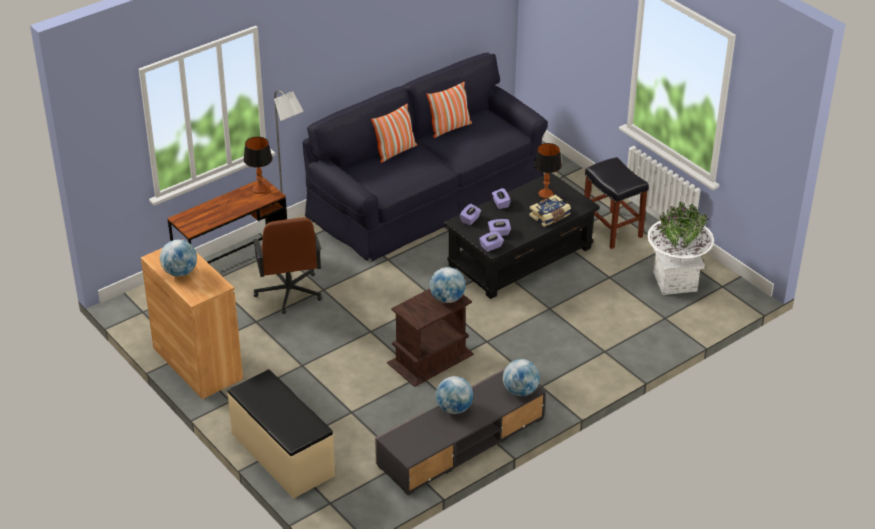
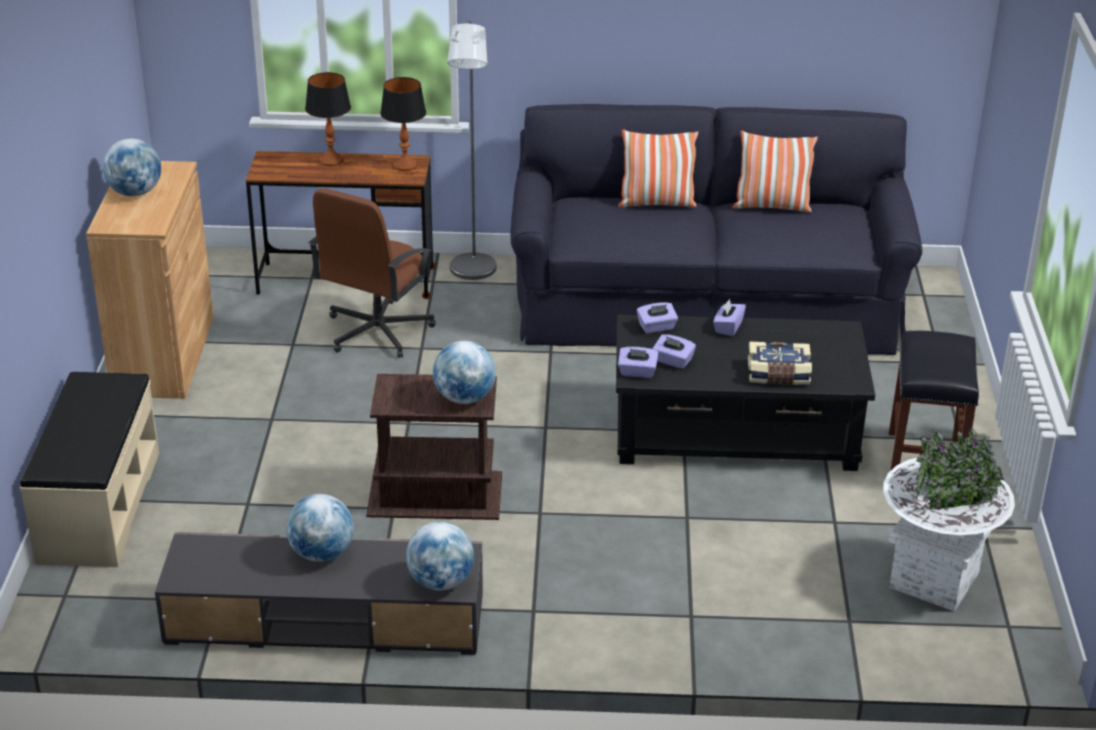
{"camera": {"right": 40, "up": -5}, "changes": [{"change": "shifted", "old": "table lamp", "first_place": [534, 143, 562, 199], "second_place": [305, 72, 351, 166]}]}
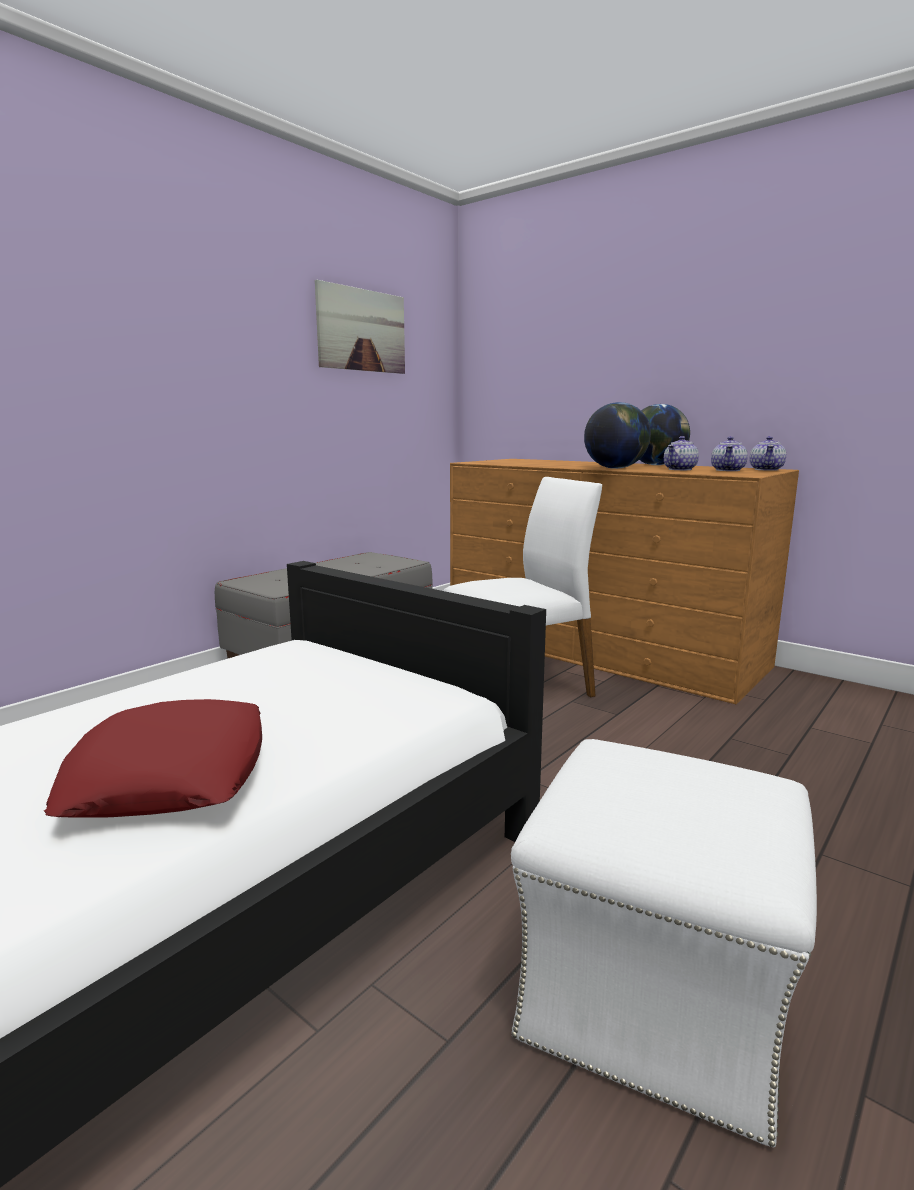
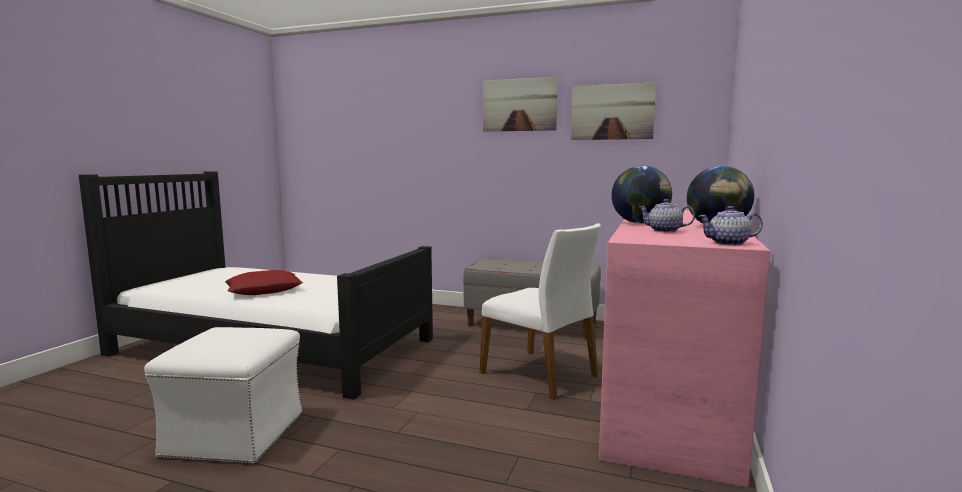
{"camera": {"right": 70, "up": -5}, "changes": [{"change": "gone", "old": "teapot", "first_place": [711, 436, 748, 471]}, {"change": "new", "new": "picture", "second_place": [483, 77, 558, 132]}, {"change": "repainted", "old": "brown dresser", "new": "pink dresser", "first_place": [450, 459, 799, 704], "second_place": [599, 210, 770, 488]}]}
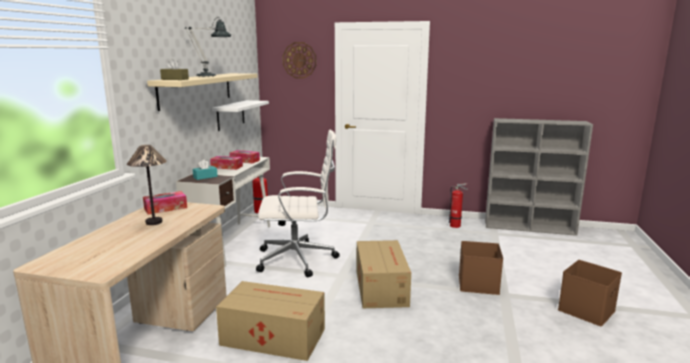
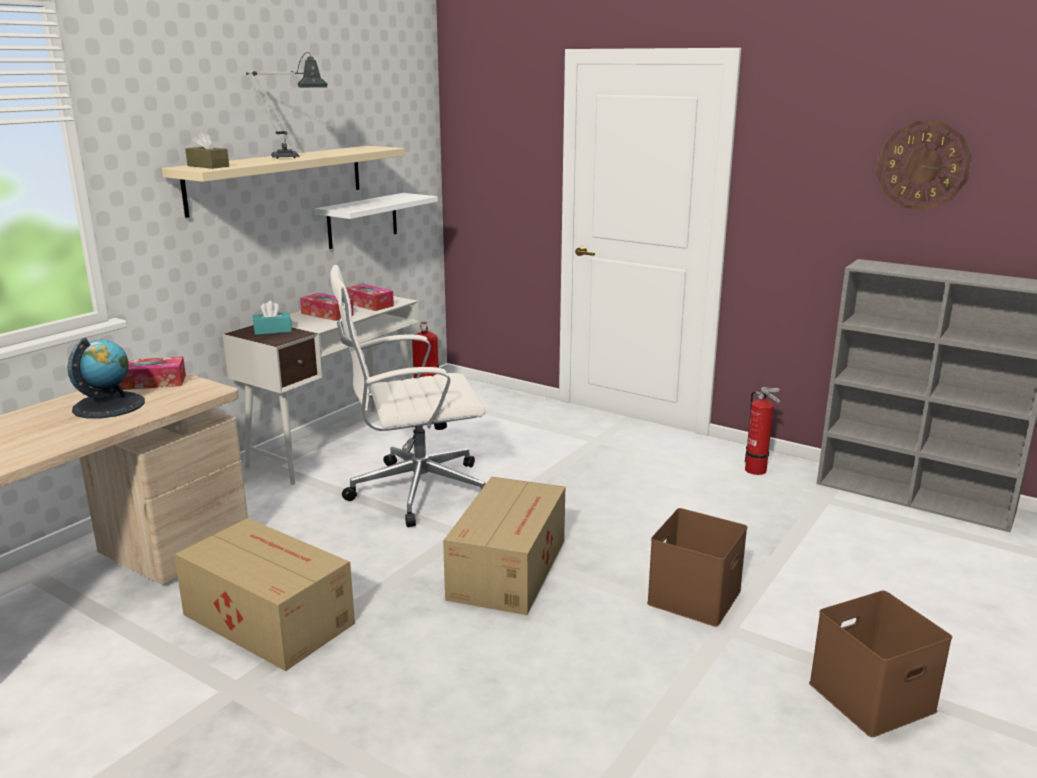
{"camera": {"right": 20, "up": 5}, "changes": [{"change": "shifted", "old": "wall clock", "first_place": [283, 42, 316, 78], "second_place": [876, 121, 972, 210]}, {"change": "swapped", "old": "table lamp", "new": "globe", "first_place": [127, 145, 167, 225], "second_place": [67, 338, 145, 419]}, {"change": "rotated", "old": "white office chair", "first_place": [256, 130, 340, 277], "second_place": [330, 265, 486, 527], "degrees": 150}]}
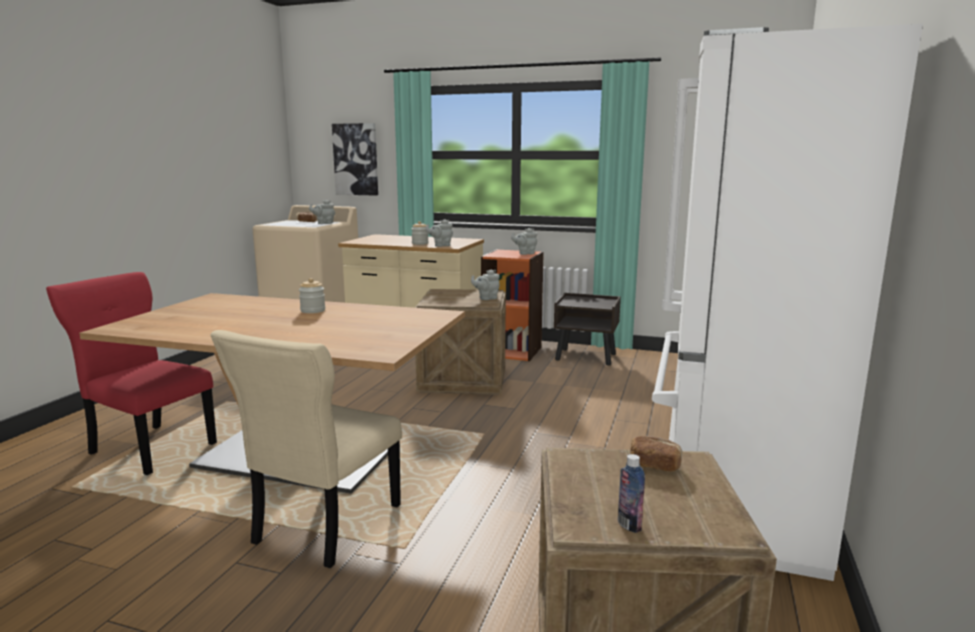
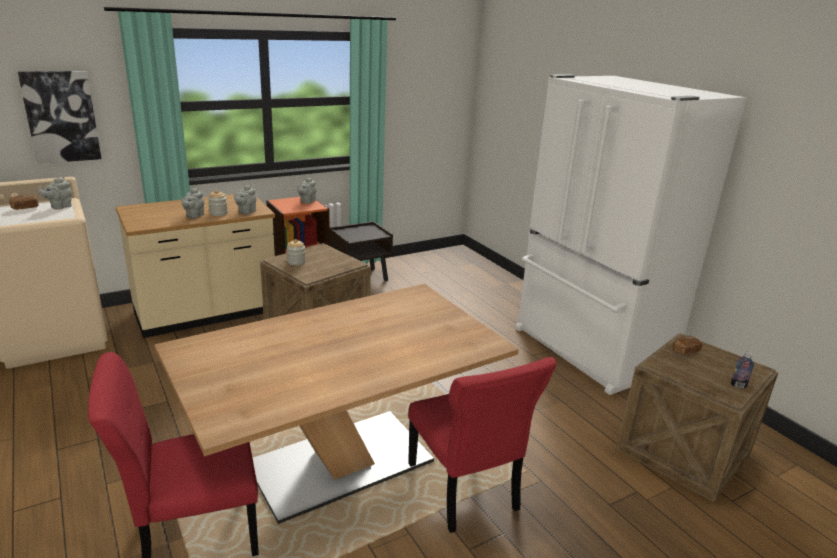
{"camera": {"right": -50, "up": 10}, "changes": [{"change": "shifted", "old": "jar", "first_place": [299, 278, 325, 313], "second_place": [287, 239, 305, 265]}, {"change": "shifted", "old": "grey teapot", "first_place": [471, 270, 500, 300], "second_place": [181, 188, 204, 218]}, {"change": "repainted", "old": "beige chair", "new": "red chair", "first_place": [211, 330, 402, 568], "second_place": [408, 357, 557, 533]}]}
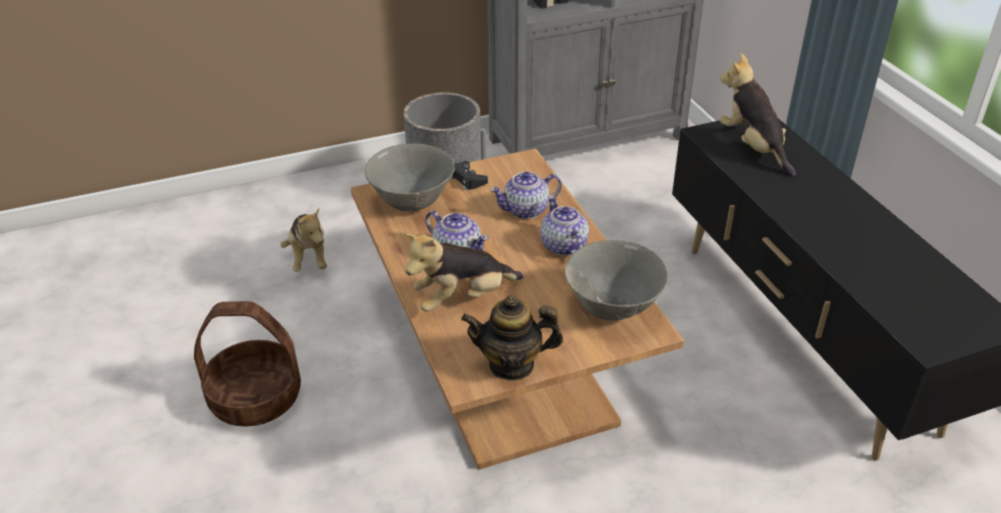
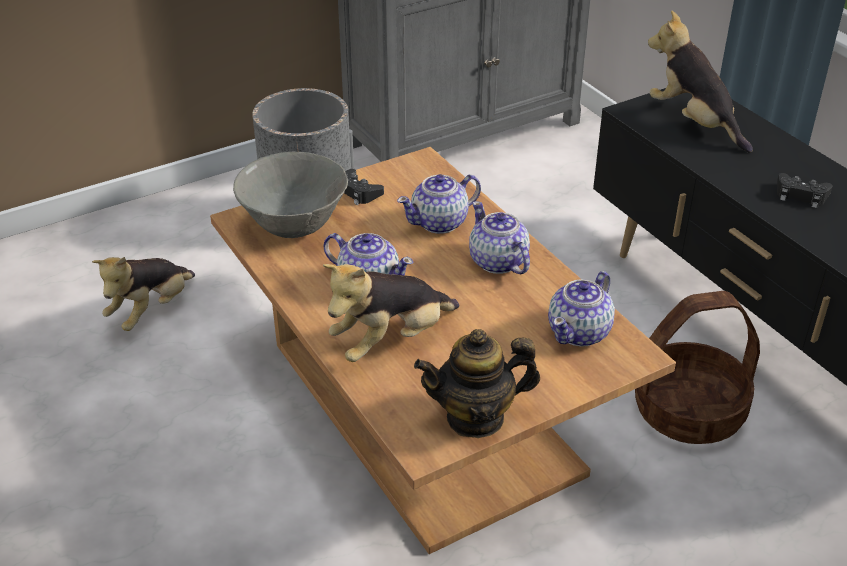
{"camera": {"right": -10, "up": 0}, "changes": [{"change": "new", "new": "black game controller", "second_place": [777, 173, 833, 208]}, {"change": "shifted", "old": "basket", "first_place": [194, 301, 301, 426], "second_place": [635, 291, 760, 444]}, {"change": "swapped", "old": "grey bowl", "new": "teapot", "first_place": [565, 240, 668, 321], "second_place": [548, 271, 615, 347]}, {"change": "rotated", "old": "plush toy", "first_place": [280, 208, 327, 272], "second_place": [92, 257, 195, 331], "degrees": 60}]}
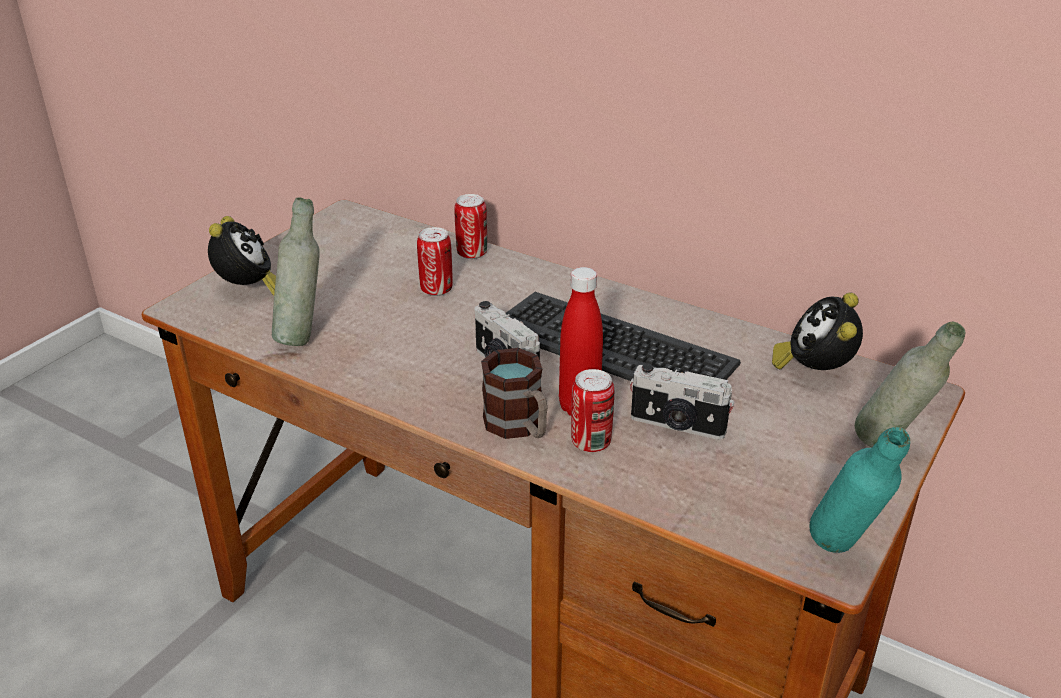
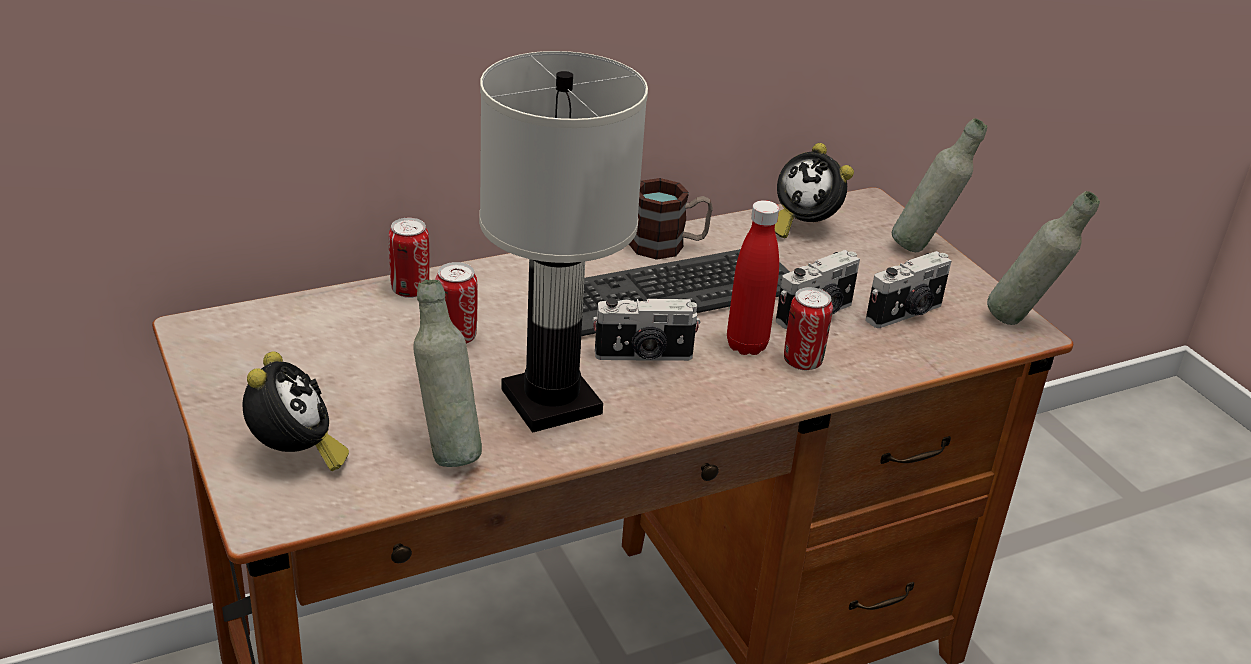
{"camera": {"right": -60, "up": 0}, "changes": [{"change": "new", "new": "white table lamp", "second_place": [479, 51, 648, 433]}, {"change": "new", "new": "photo camera", "second_place": [866, 251, 952, 328]}, {"change": "shifted", "old": "mug", "first_place": [481, 348, 548, 439], "second_place": [629, 178, 713, 260]}, {"change": "repainted", "old": "turquoise bottle", "new": "grey bottle", "first_place": [809, 427, 910, 553], "second_place": [987, 191, 1100, 325]}, {"change": "rotated", "old": "alarm clock", "first_place": [208, 216, 276, 296], "second_place": [242, 351, 349, 471], "degrees": 60}]}
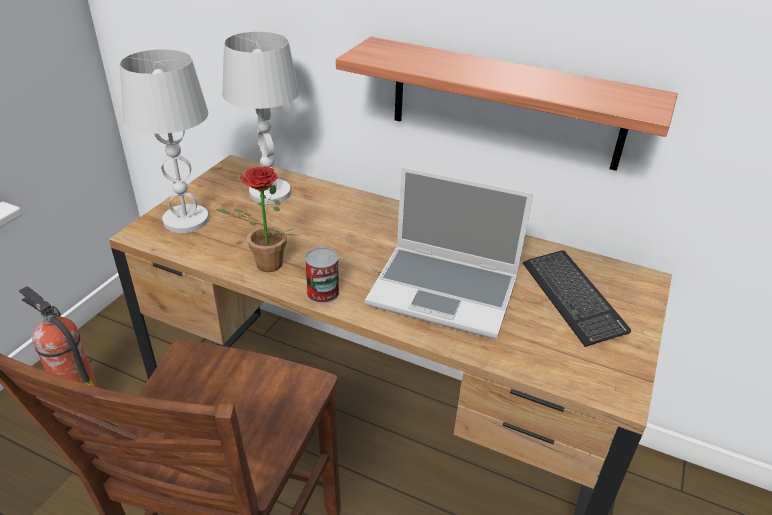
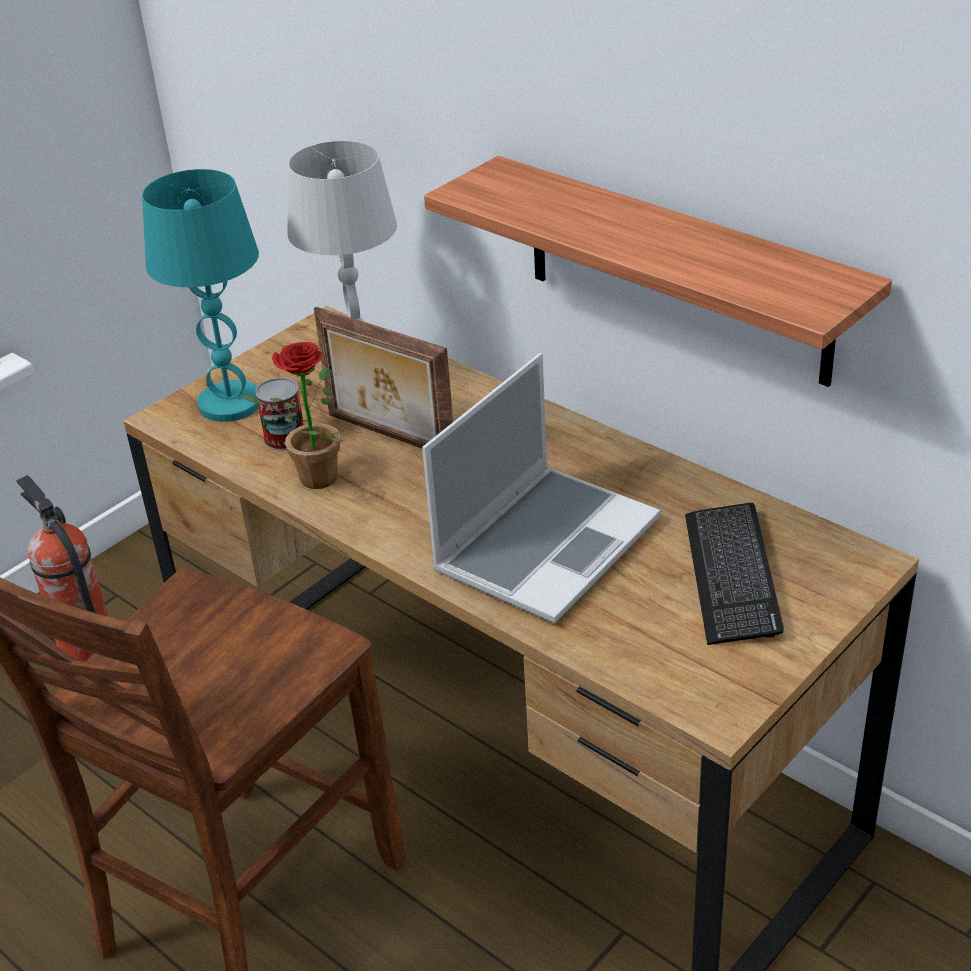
{"camera": {"right": 20, "up": 0}, "changes": [{"change": "new", "new": "picture frame", "second_place": [314, 307, 453, 448]}, {"change": "shifted", "old": "can", "first_place": [305, 247, 339, 303], "second_place": [255, 378, 304, 450]}, {"change": "repainted", "old": "white table lamp", "new": "turquoise table lamp", "first_place": [120, 49, 209, 233], "second_place": [142, 169, 259, 422]}, {"change": "rotated", "old": "laptop", "first_place": [365, 167, 533, 339], "second_place": [422, 353, 660, 624], "degrees": -90}]}
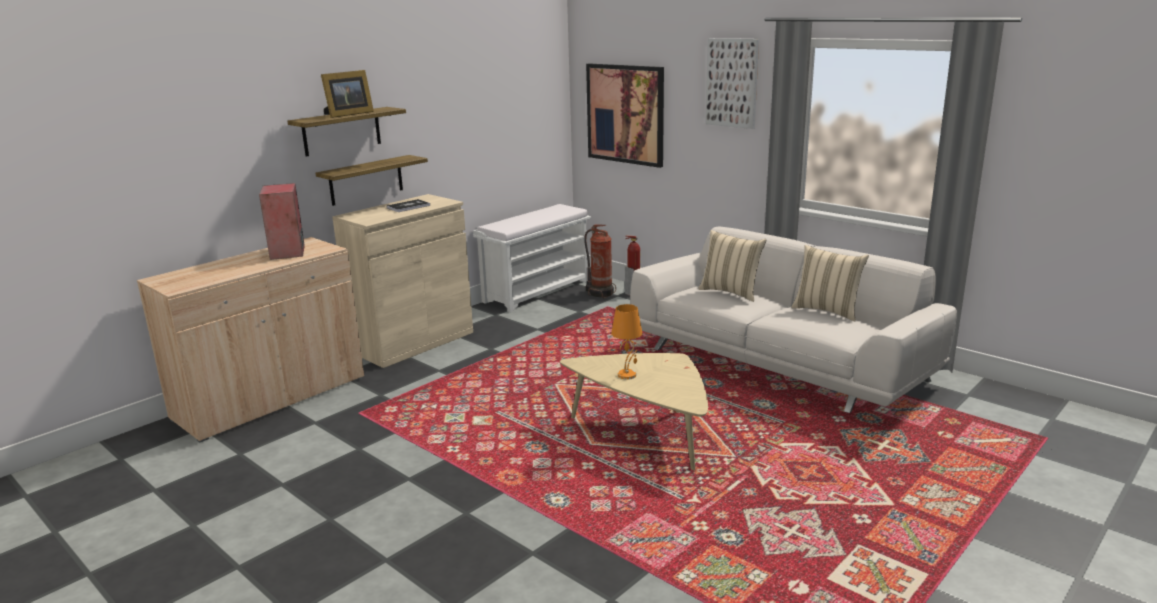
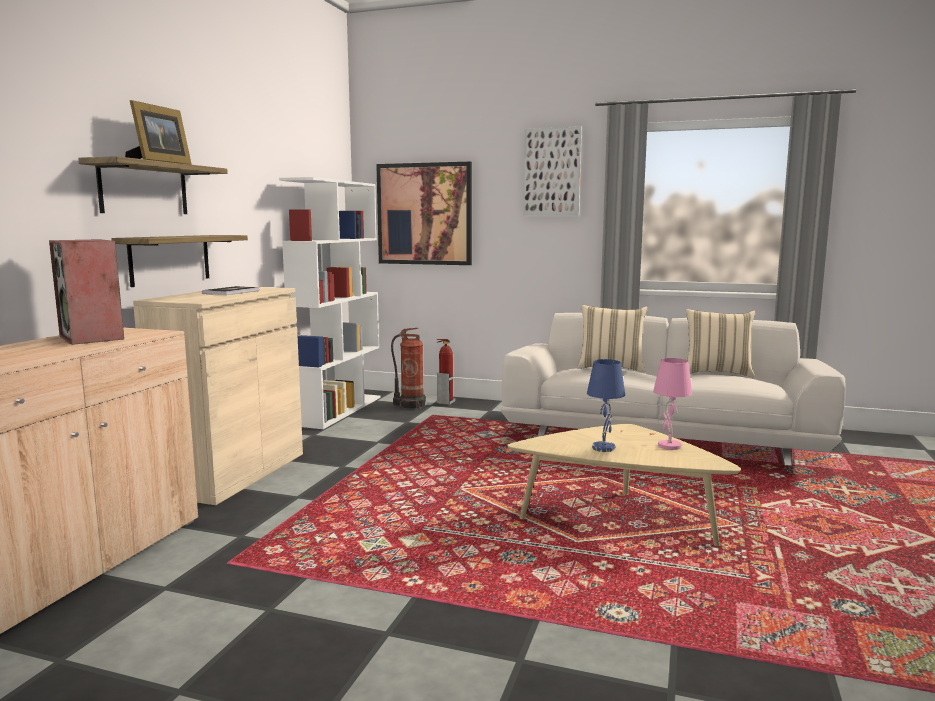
{"camera": {"right": -25, "up": -10}, "changes": [{"change": "new", "new": "pink table lamp", "second_place": [653, 358, 692, 450]}, {"change": "swapped", "old": "white bench", "new": "white bookcase", "first_place": [473, 204, 591, 312], "second_place": [279, 177, 380, 429]}, {"change": "repainted", "old": "orange table lamp", "new": "blue table lamp", "first_place": [611, 304, 643, 380], "second_place": [587, 359, 625, 452]}]}
